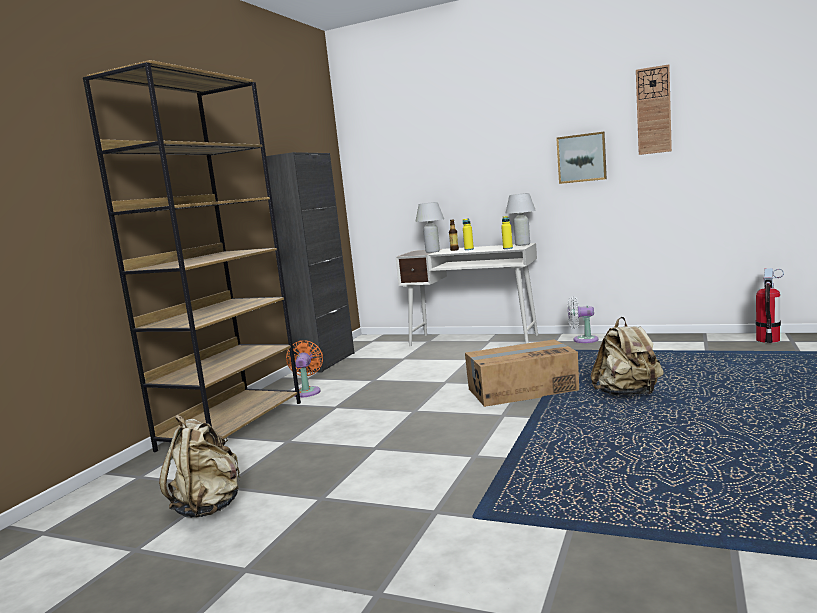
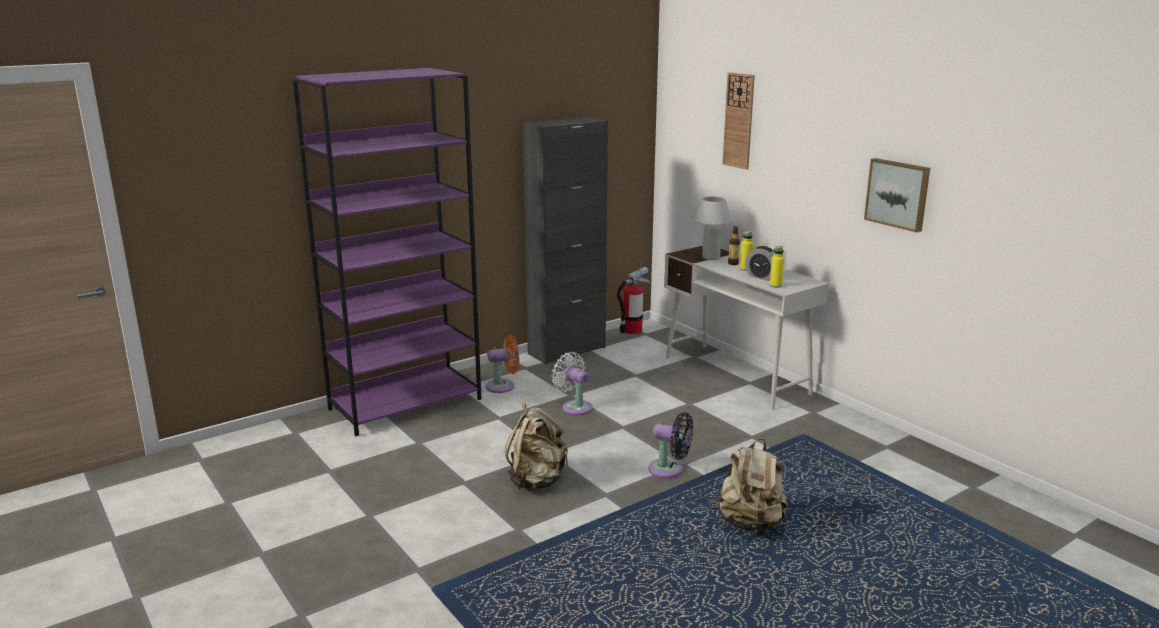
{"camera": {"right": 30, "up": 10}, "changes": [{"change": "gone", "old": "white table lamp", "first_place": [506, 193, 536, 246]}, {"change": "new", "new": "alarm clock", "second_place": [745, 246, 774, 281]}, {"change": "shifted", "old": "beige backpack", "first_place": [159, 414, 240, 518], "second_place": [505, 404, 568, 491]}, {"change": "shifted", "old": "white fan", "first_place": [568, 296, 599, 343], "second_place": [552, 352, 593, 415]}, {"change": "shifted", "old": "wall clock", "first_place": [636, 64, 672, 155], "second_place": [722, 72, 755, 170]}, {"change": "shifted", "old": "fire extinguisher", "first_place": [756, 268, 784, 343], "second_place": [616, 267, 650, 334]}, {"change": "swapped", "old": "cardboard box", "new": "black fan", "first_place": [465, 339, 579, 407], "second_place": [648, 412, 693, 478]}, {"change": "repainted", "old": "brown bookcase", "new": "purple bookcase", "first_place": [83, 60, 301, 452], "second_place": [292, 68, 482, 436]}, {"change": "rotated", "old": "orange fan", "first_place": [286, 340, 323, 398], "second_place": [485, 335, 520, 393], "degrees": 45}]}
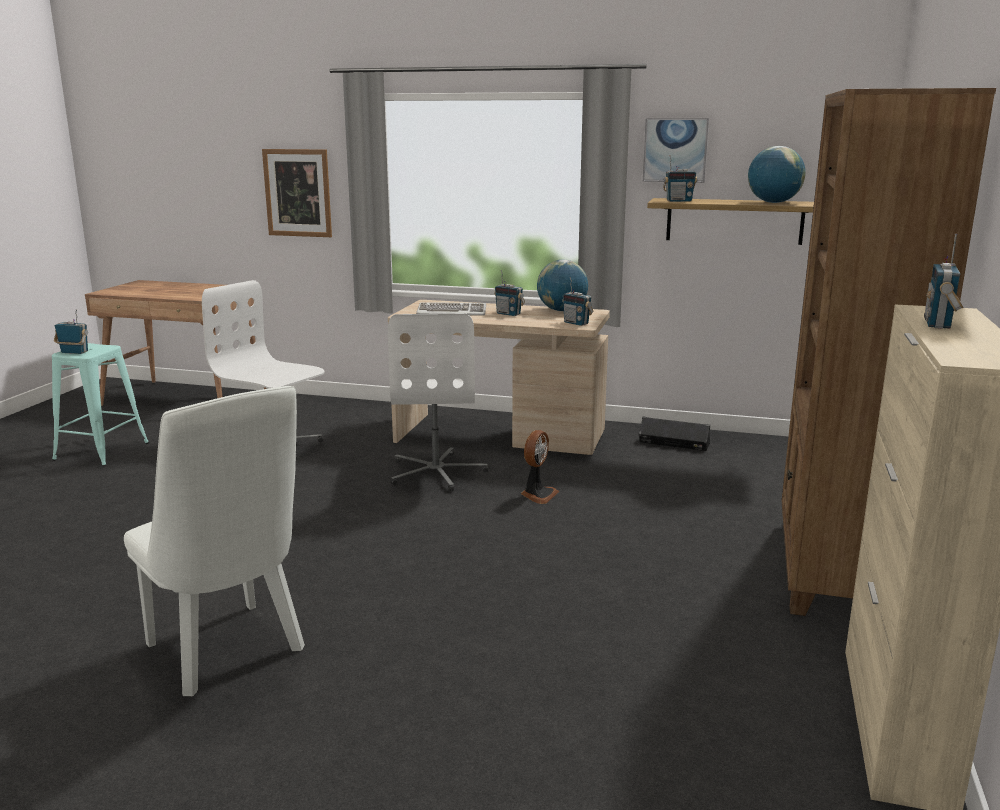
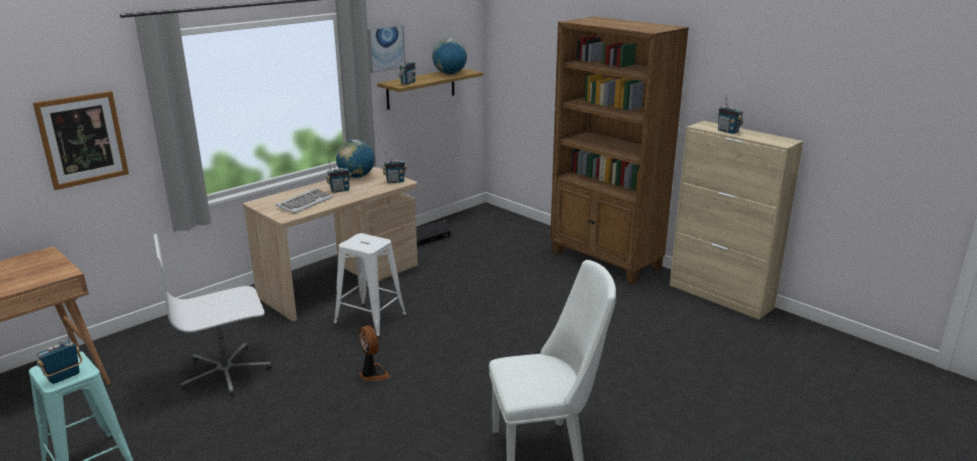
{"camera": {"right": -60, "up": 5}, "changes": [{"change": "shifted", "old": "fan", "first_place": [521, 430, 559, 504], "second_place": [359, 325, 390, 381]}, {"change": "swapped", "old": "white office chair", "new": "white stool", "first_place": [388, 314, 488, 492], "second_place": [333, 233, 407, 337]}]}
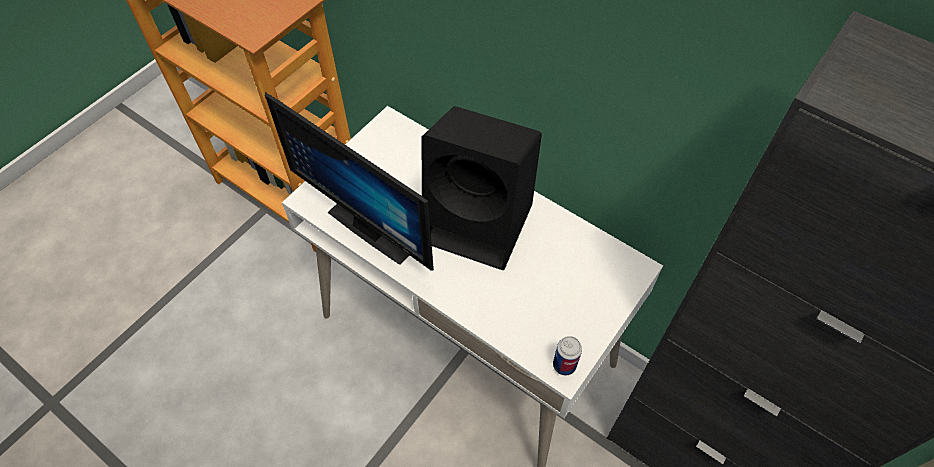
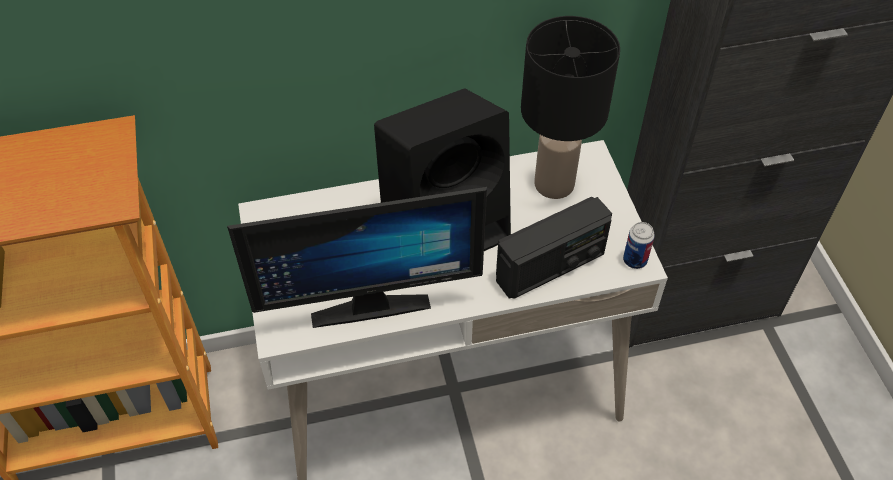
{"camera": {"right": -50, "up": -5}, "changes": [{"change": "new", "new": "radio", "second_place": [496, 197, 612, 299]}, {"change": "new", "new": "black table lamp", "second_place": [521, 16, 620, 199]}]}
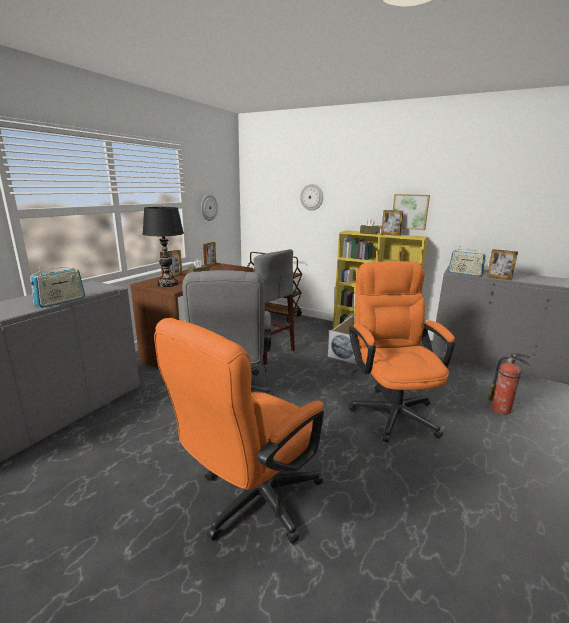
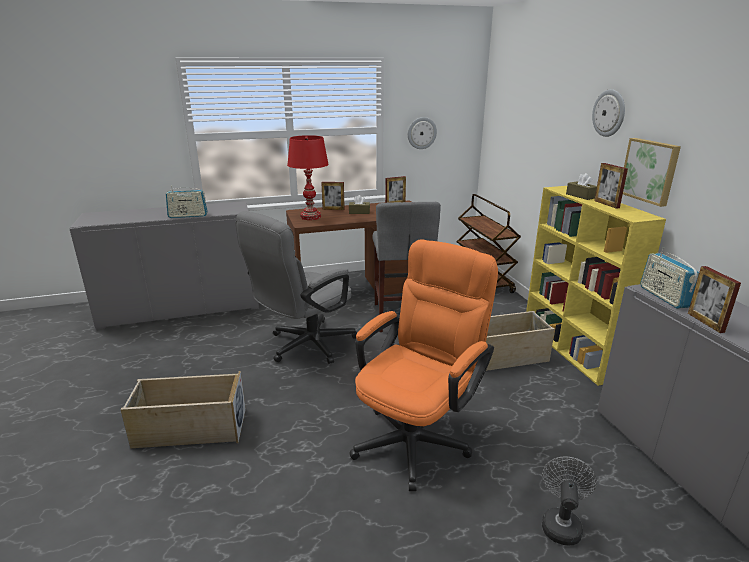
{"camera": {"right": 45, "up": 5}, "changes": [{"change": "shifted", "old": "wall clock", "first_place": [300, 184, 323, 211], "second_place": [592, 89, 625, 137]}, {"change": "swapped", "old": "orange office chair", "new": "beige storage box", "first_place": [154, 318, 324, 544], "second_place": [120, 371, 246, 448]}, {"change": "swapped", "old": "fire extinguisher", "new": "grey fan", "first_place": [488, 353, 531, 414], "second_place": [542, 457, 597, 546]}, {"change": "repainted", "old": "black table lamp", "new": "red table lamp", "first_place": [143, 206, 184, 287], "second_place": [287, 135, 329, 220]}]}
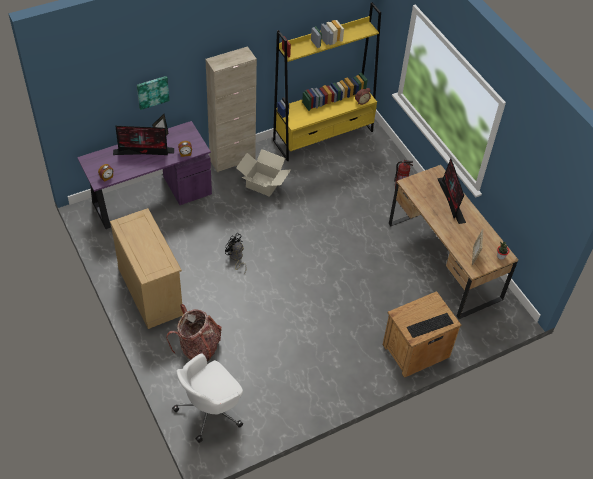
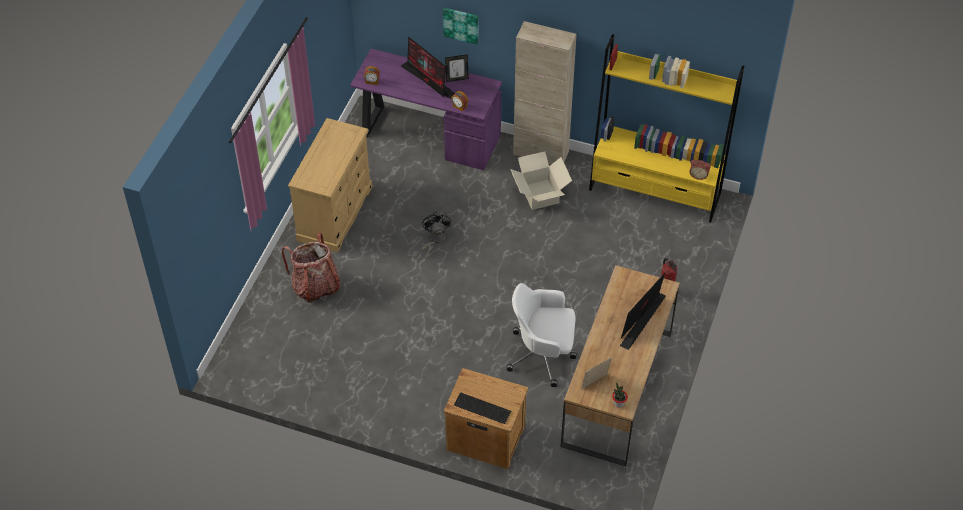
{"camera": {"right": 50, "up": 0}, "changes": [{"change": "shifted", "old": "white office chair", "first_place": [172, 353, 243, 443], "second_place": [507, 283, 577, 387]}]}
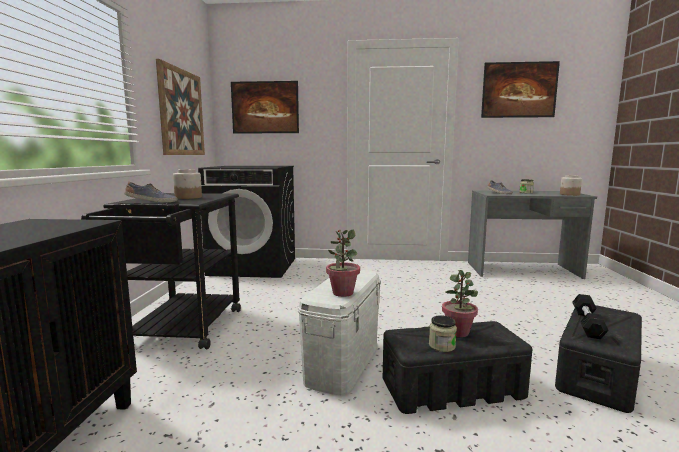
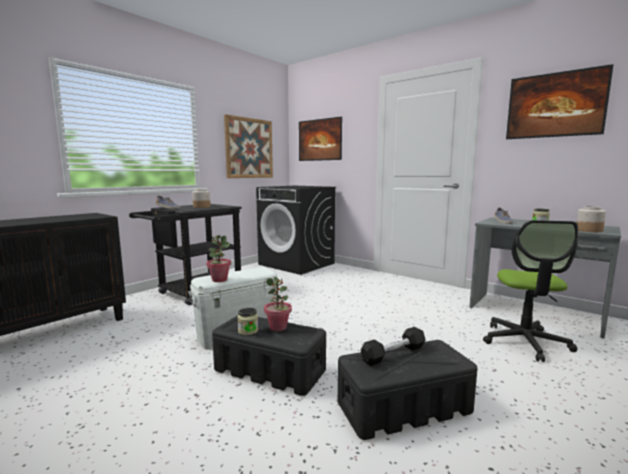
{"camera": {"right": 35, "up": 0}, "changes": [{"change": "new", "new": "office chair", "second_place": [483, 220, 578, 362]}]}
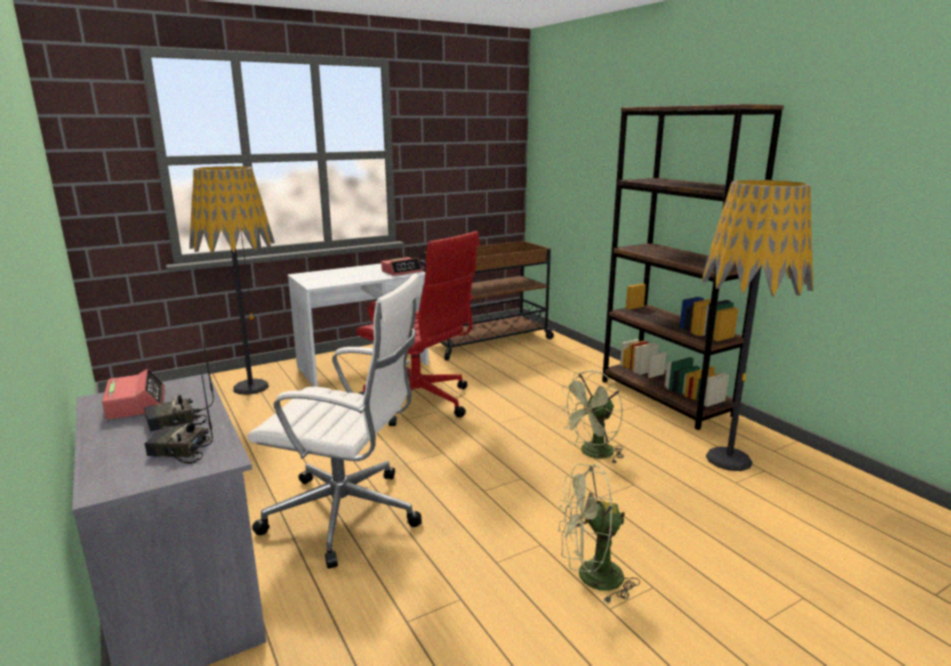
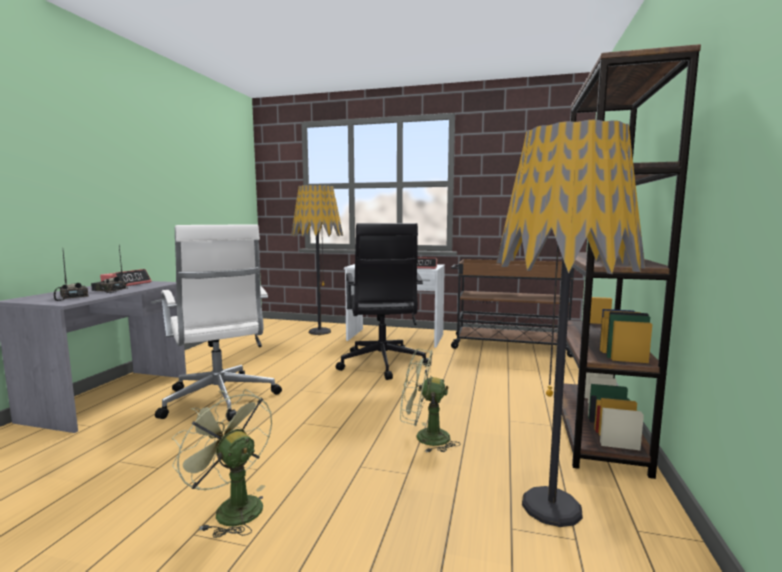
{"camera": {"right": 45, "up": -10}, "changes": [{"change": "repainted", "old": "red office chair", "new": "black office chair", "first_place": [356, 231, 480, 426], "second_place": [336, 223, 431, 380]}]}
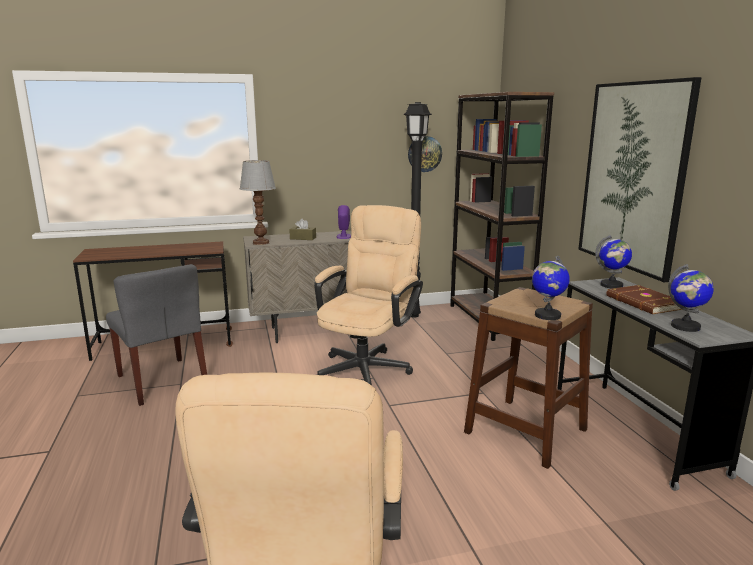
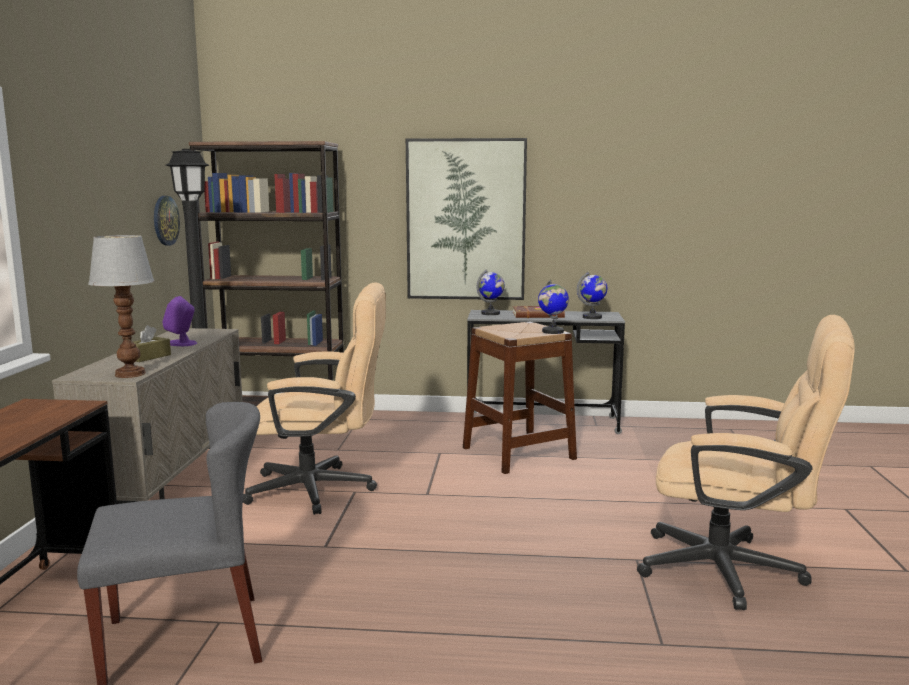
{"camera": {"right": -70, "up": -5}, "changes": [{"change": "rotated", "old": "beige office chair", "first_place": [314, 205, 423, 386], "second_place": [243, 282, 386, 515], "degrees": 135}]}
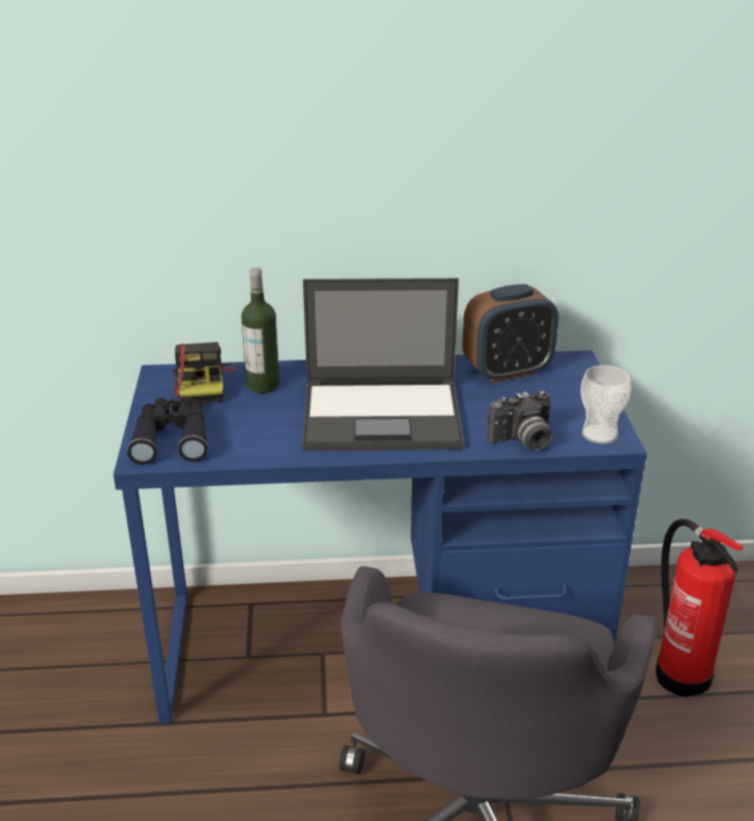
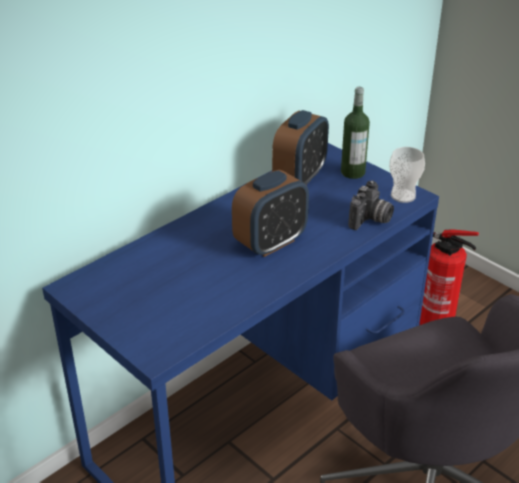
{"camera": {"right": -40, "up": 5}, "changes": [{"change": "gone", "old": "black binoculars", "first_place": [127, 396, 208, 465]}, {"change": "gone", "old": "photo camera", "first_place": [172, 342, 236, 403]}, {"change": "shifted", "old": "bottle", "first_place": [241, 267, 280, 393], "second_place": [341, 87, 370, 179]}, {"change": "swapped", "old": "laptop", "new": "alarm clock", "first_place": [302, 278, 464, 451], "second_place": [232, 170, 309, 257]}]}
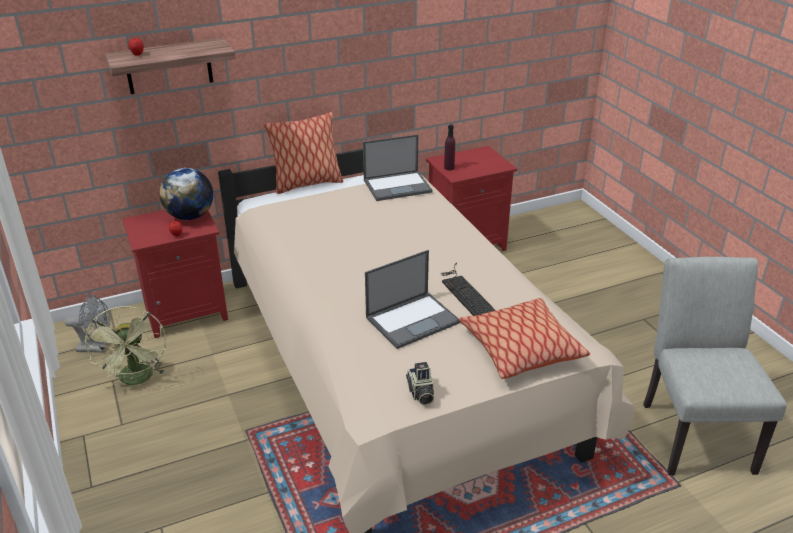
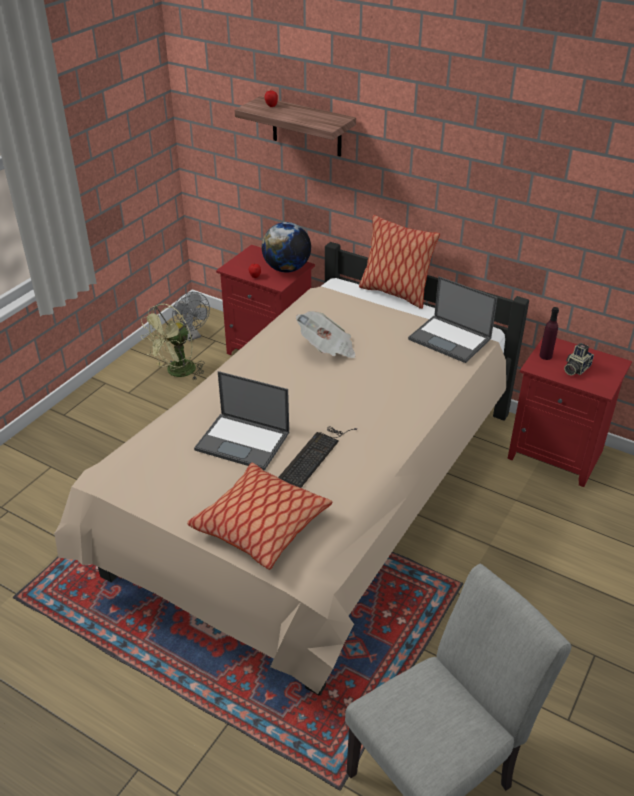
{"camera": {"right": 55, "up": 5}, "changes": [{"change": "new", "new": "newspaper", "second_place": [296, 311, 356, 358]}, {"change": "shifted", "old": "photo camera", "first_place": [406, 362, 434, 406], "second_place": [564, 343, 594, 375]}]}
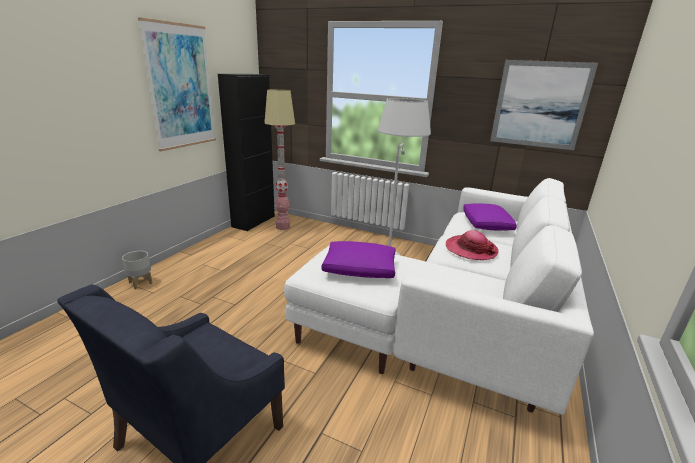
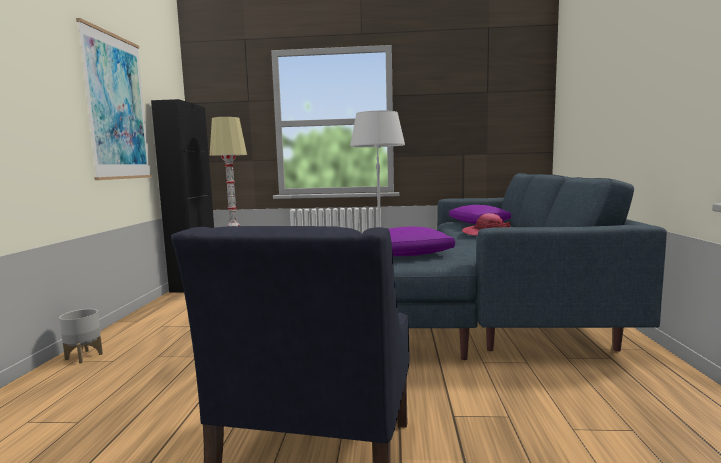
{"camera": {"right": -20, "up": -15}, "changes": [{"change": "gone", "old": "picture", "first_place": [490, 60, 598, 150]}, {"change": "repainted", "old": "white sofa", "new": "blue sofa", "first_place": [284, 178, 594, 415], "second_place": [393, 173, 667, 360]}]}
